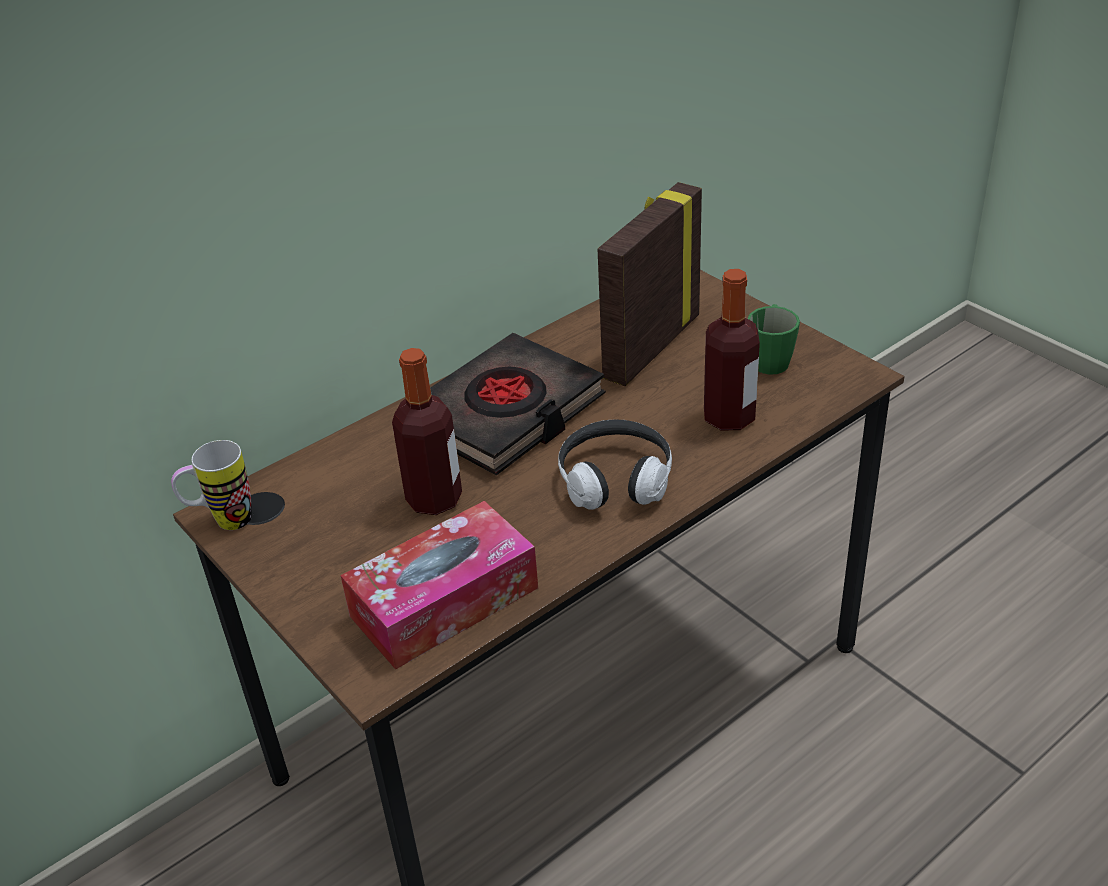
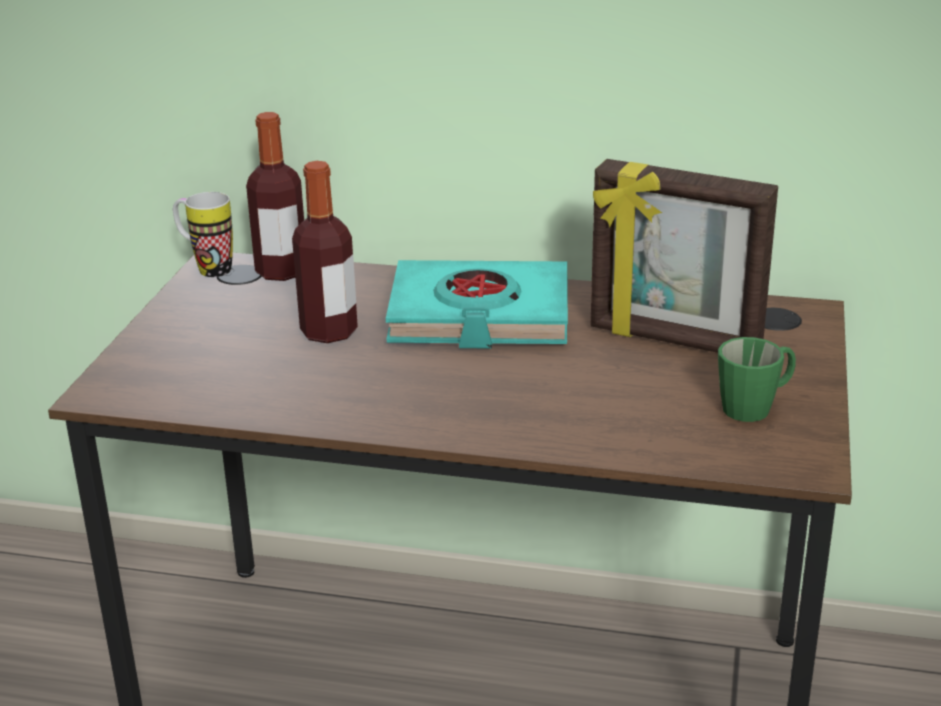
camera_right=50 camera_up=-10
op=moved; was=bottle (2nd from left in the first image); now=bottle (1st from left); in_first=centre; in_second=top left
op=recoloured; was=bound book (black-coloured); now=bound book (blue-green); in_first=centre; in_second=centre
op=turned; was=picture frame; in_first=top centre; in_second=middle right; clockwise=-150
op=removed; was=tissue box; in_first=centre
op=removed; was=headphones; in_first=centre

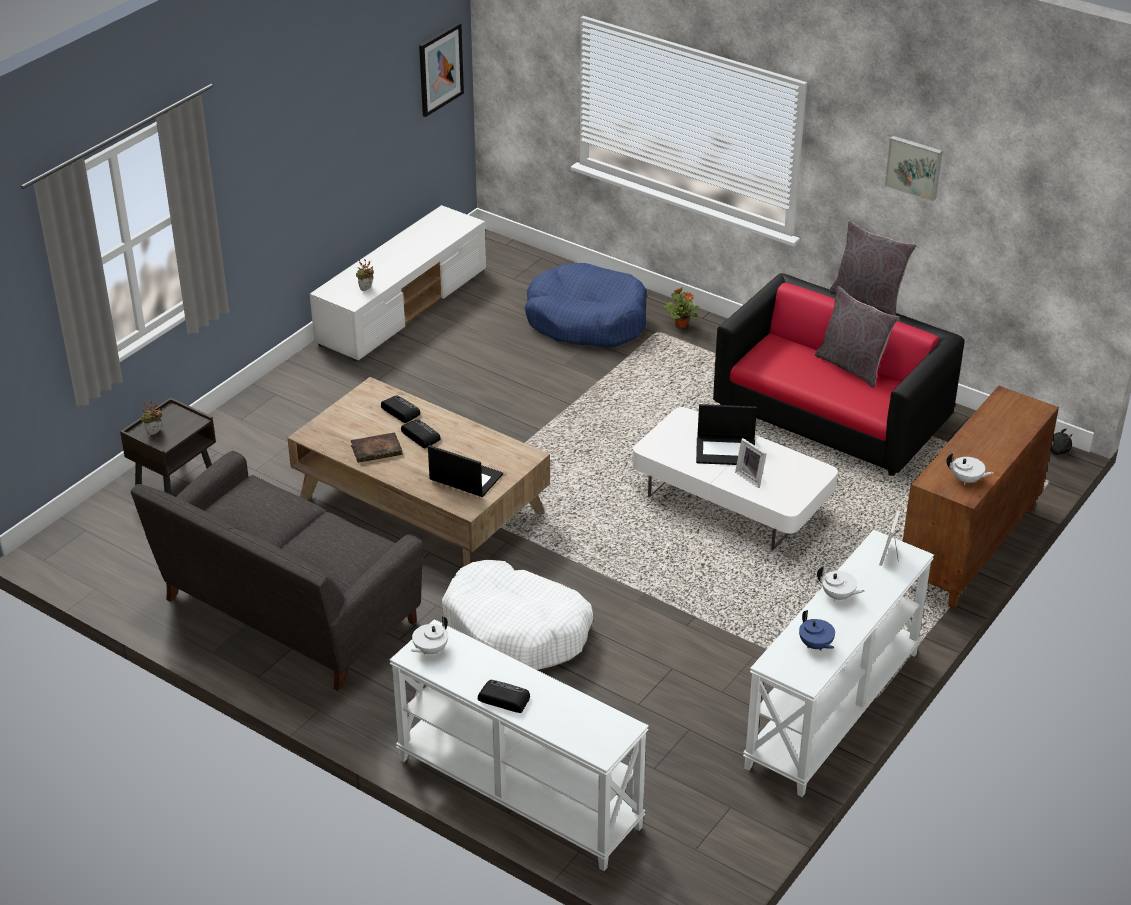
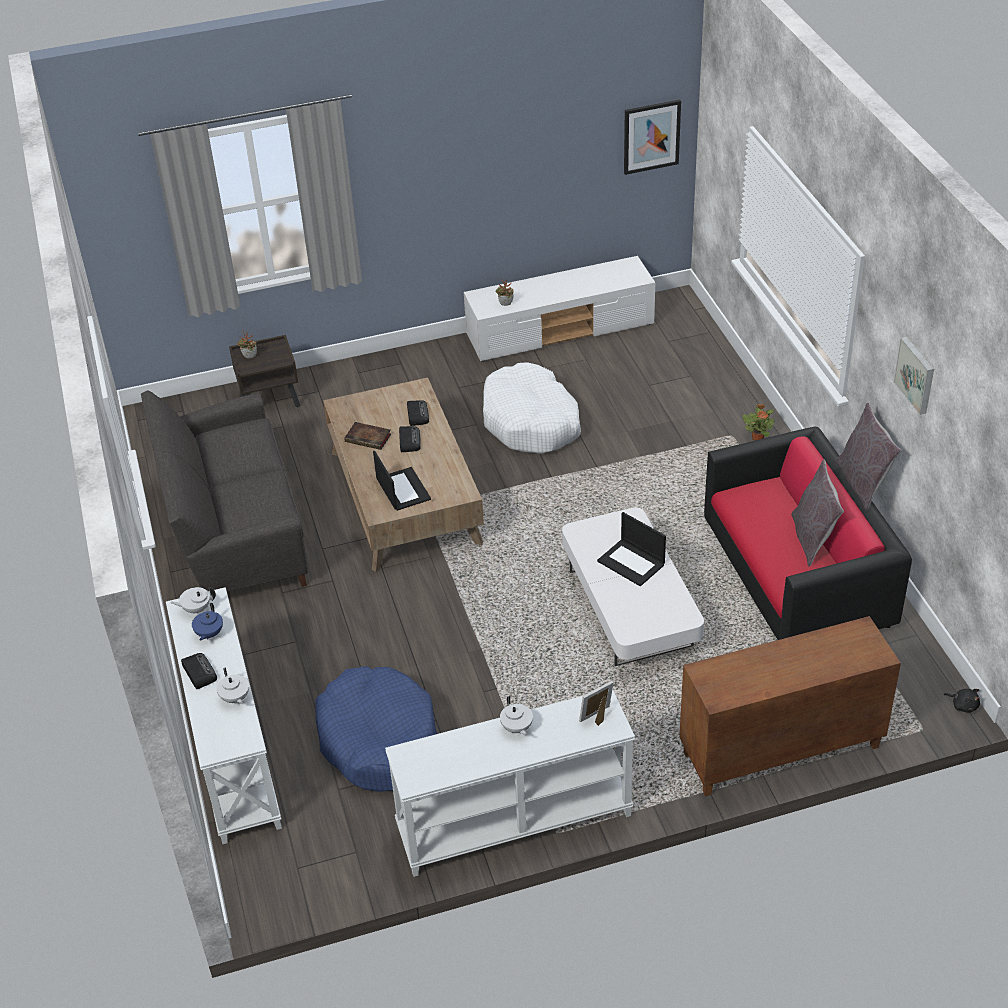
camera_right=40 camera_up=5
op=moved; was=pot for tea (bluish); in_first=bottom right; in_second=middle left
op=moved; was=pot for tea (white) (3rd from left in the first image); now=pot for tea (white) (2nd from left); in_first=middle right; in_second=bottom left
op=moved; was=pet bed (bluish); in_first=centre; in_second=bottom centre
op=moved; was=pet bed (white); in_first=bottom centre; in_second=centre
op=removed; was=picture frame (1st from left); in_first=centre

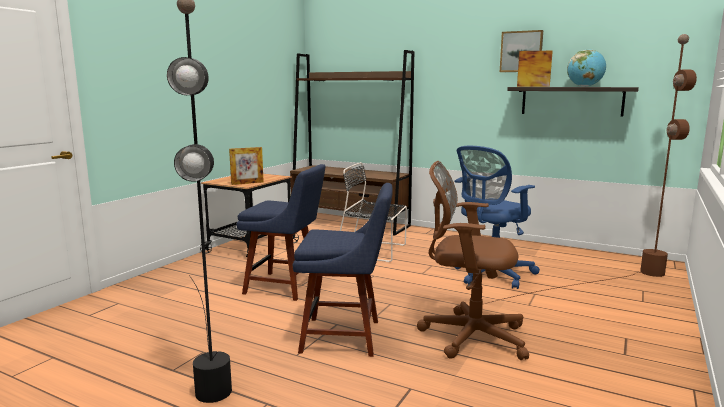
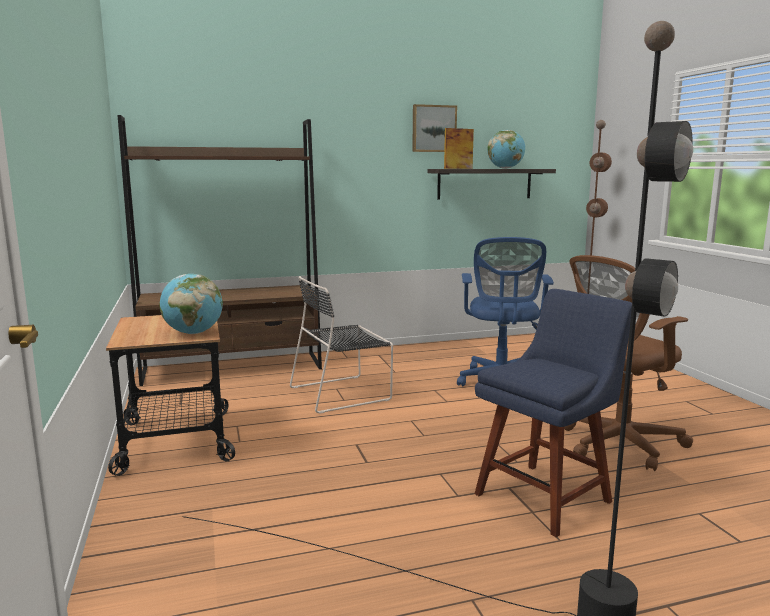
camera_right=-45 camera_up=0
op=replaced; was=picture frame (1st from left); now=world globe (1st from left); in_first=centre; in_second=middle left
op=removed; was=chair (bluish) (1st from left); in_first=centre

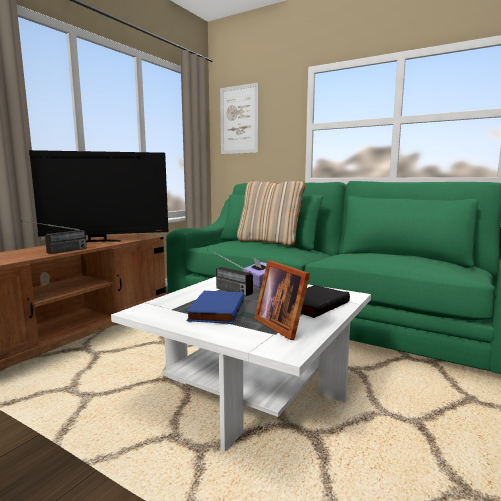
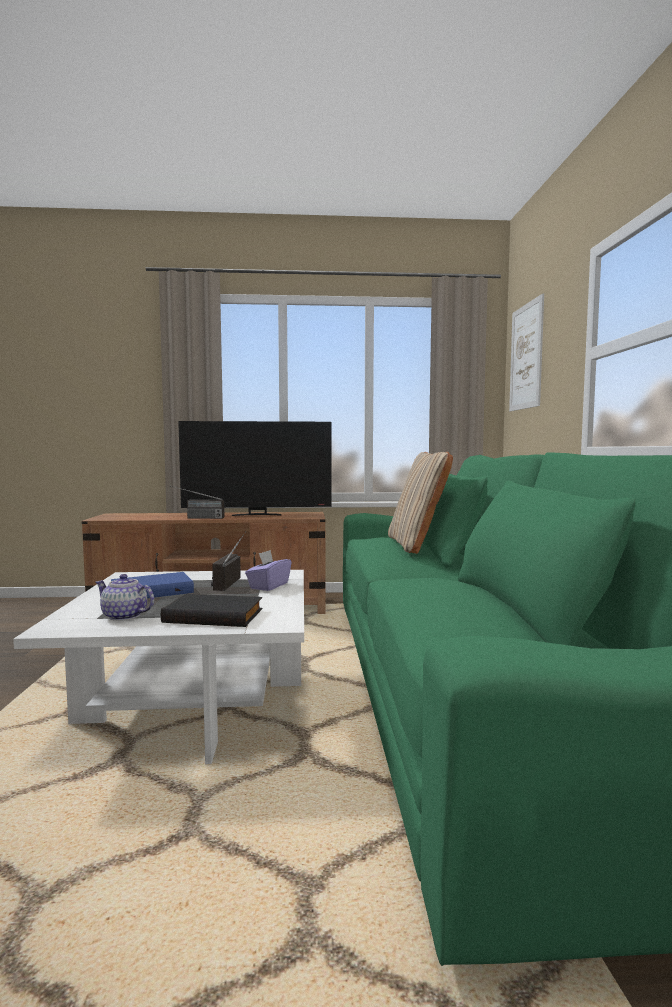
camera_right=55 camera_up=-5
op=replaced; was=picture frame; now=pot for tea; in_first=centre; in_second=middle left
op=turned; was=TV; in_first=middle left; in_second=centre; clockwise=-45

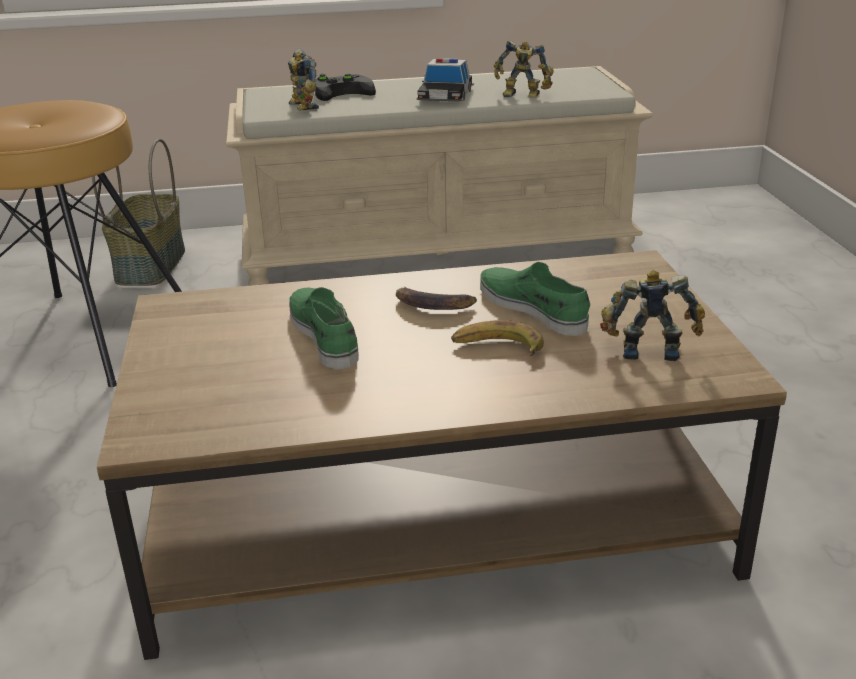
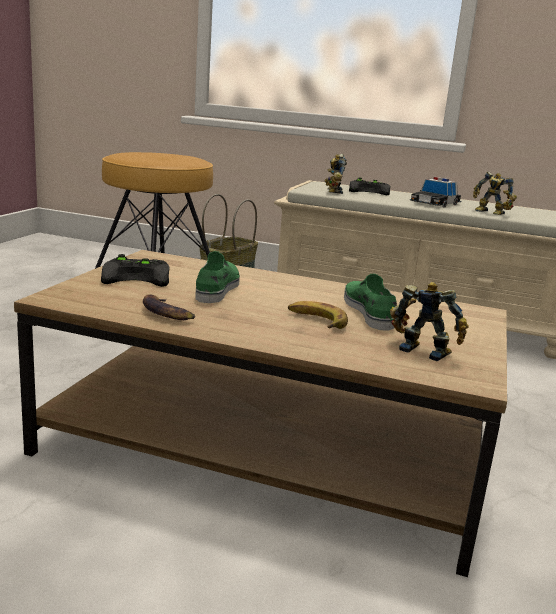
camera_right=25 camera_up=-10
op=added; now=game controller (black-coloured) (1st from left); in_second=middle left
op=moved; was=whole banana (1st from left); in_first=centre; in_second=middle left

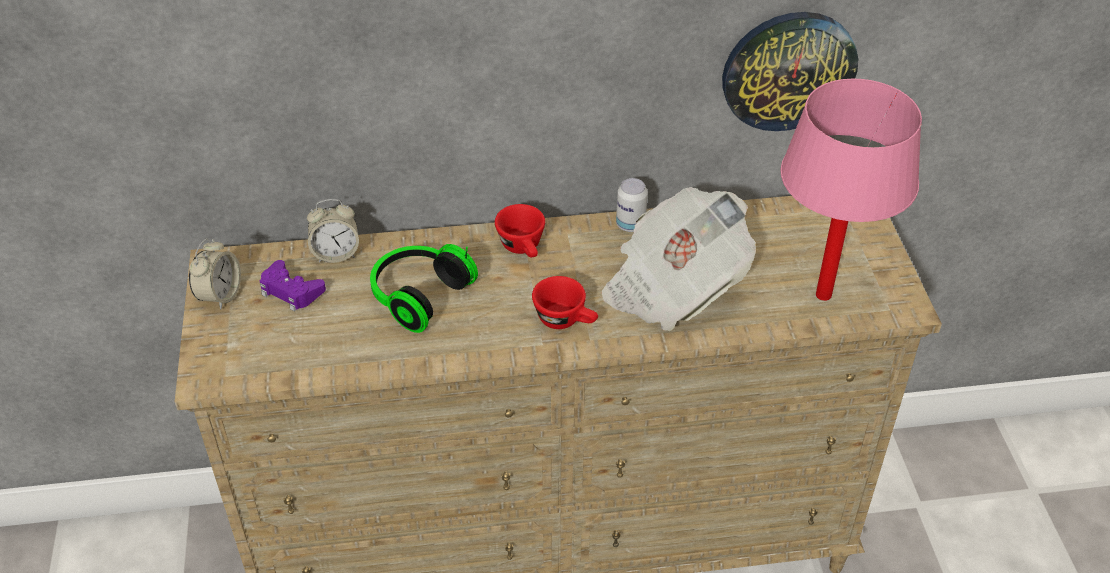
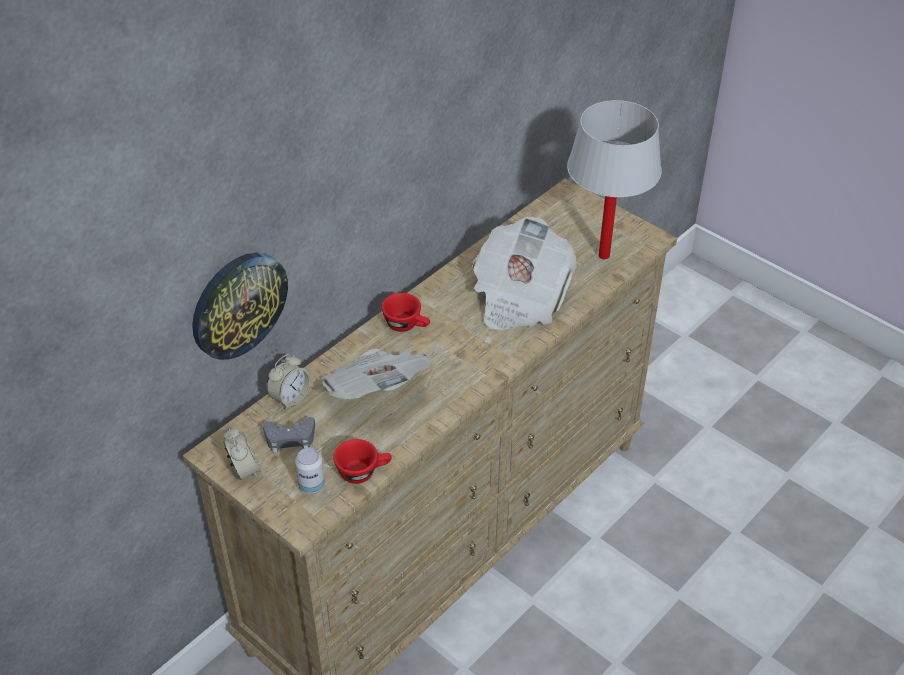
camera_right=-40 camera_up=0
op=moved; was=wall clock; in_first=top right; in_second=middle left
op=recoloured; was=game controller (purplish); now=game controller (gray); in_first=middle left; in_second=middle left
op=moved; was=sealed can; in_first=centre; in_second=bottom centre
op=replaced; was=headphones; now=newspaper (1st from left); in_first=centre; in_second=centre
op=moved; was=cup (red) (2nd from left in the first image); now=cup (red) (1st from left); in_first=centre; in_second=bottom centre
op=recoloured; was=lamp for a table (pink); now=lamp for a table (white); in_first=top right; in_second=top right

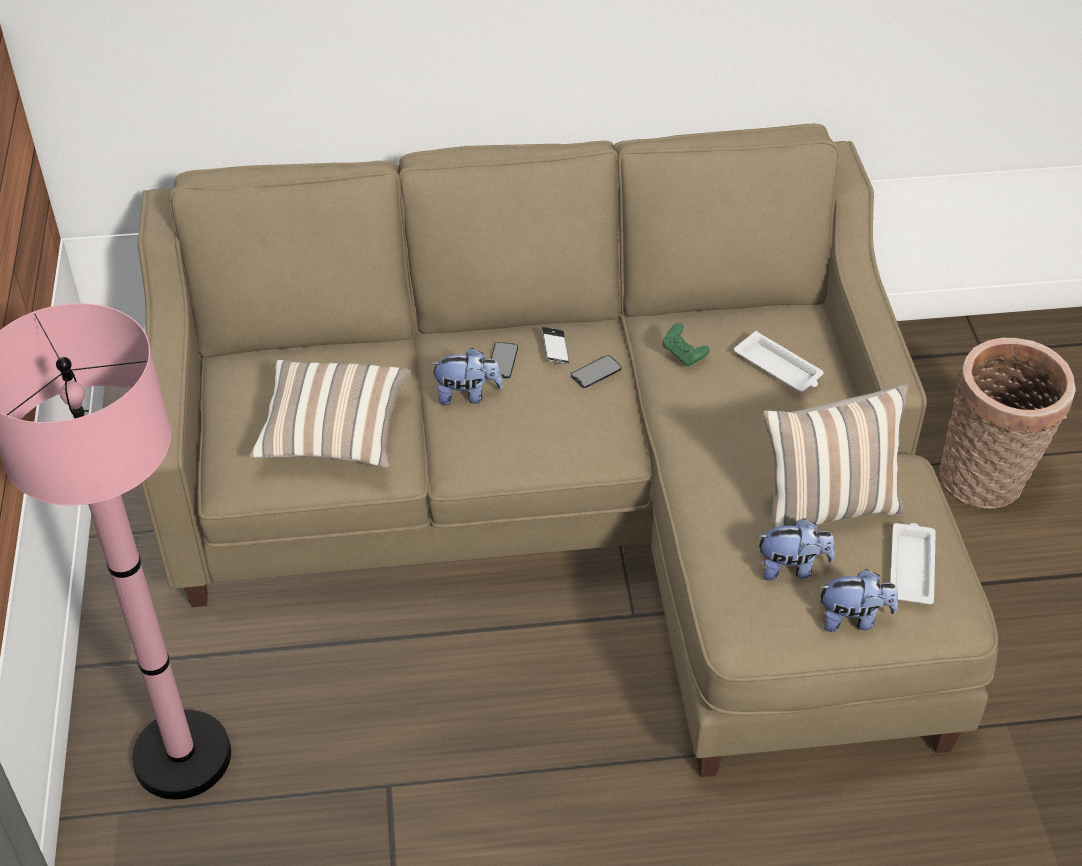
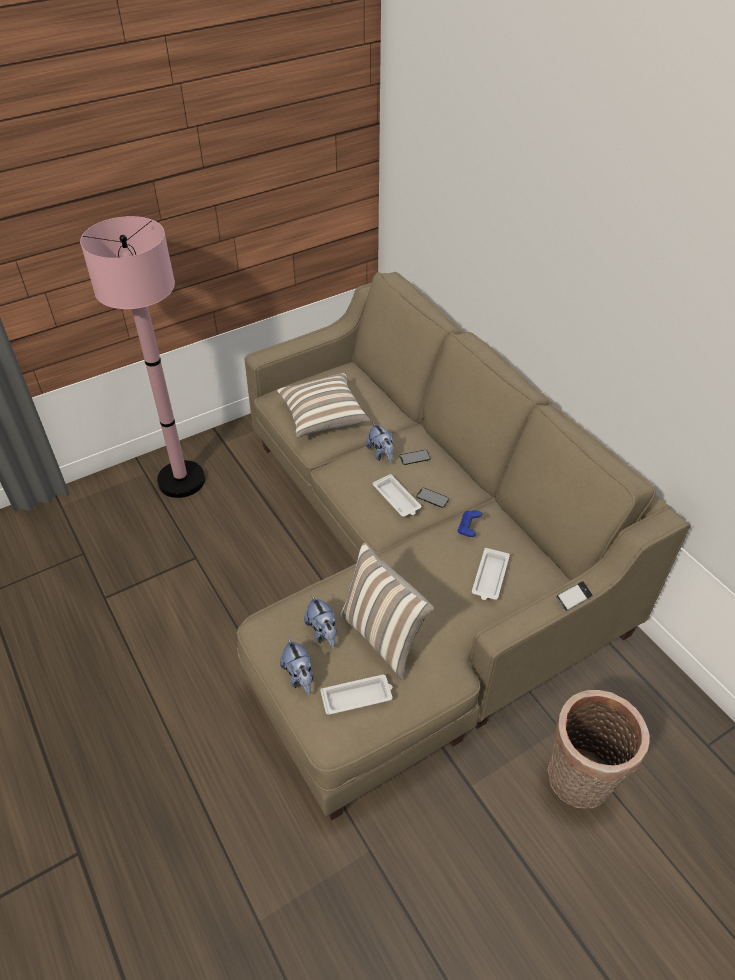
camera_right=65 camera_up=0
op=added; now=serving tray (white) (2nd from left); in_second=centre
op=recoloured; was=game controller (greenish); now=game controller (bluish); in_first=centre; in_second=centre
op=moved; was=handset (2nd from left in the first image); now=handset (3rd from left); in_first=centre; in_second=middle right

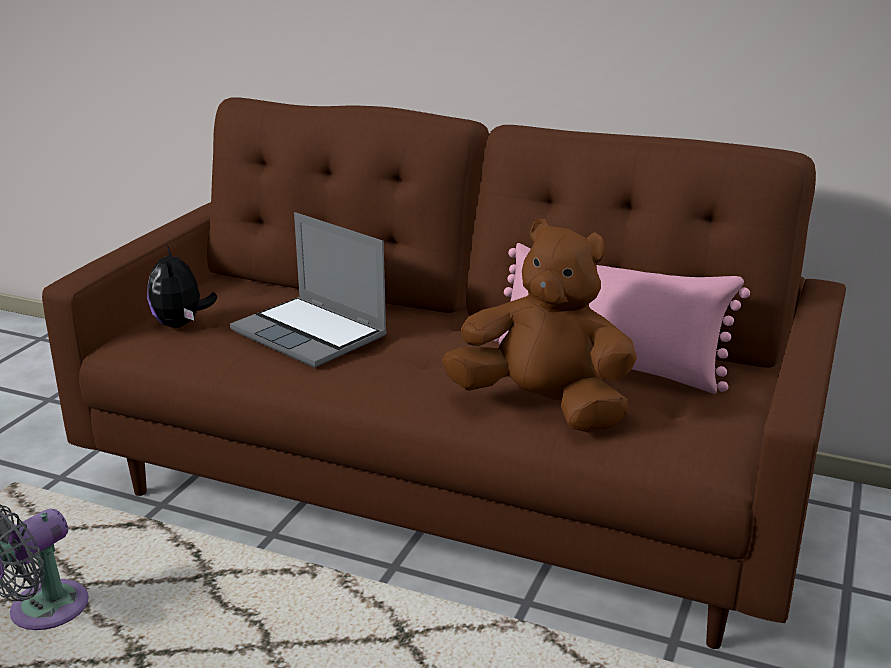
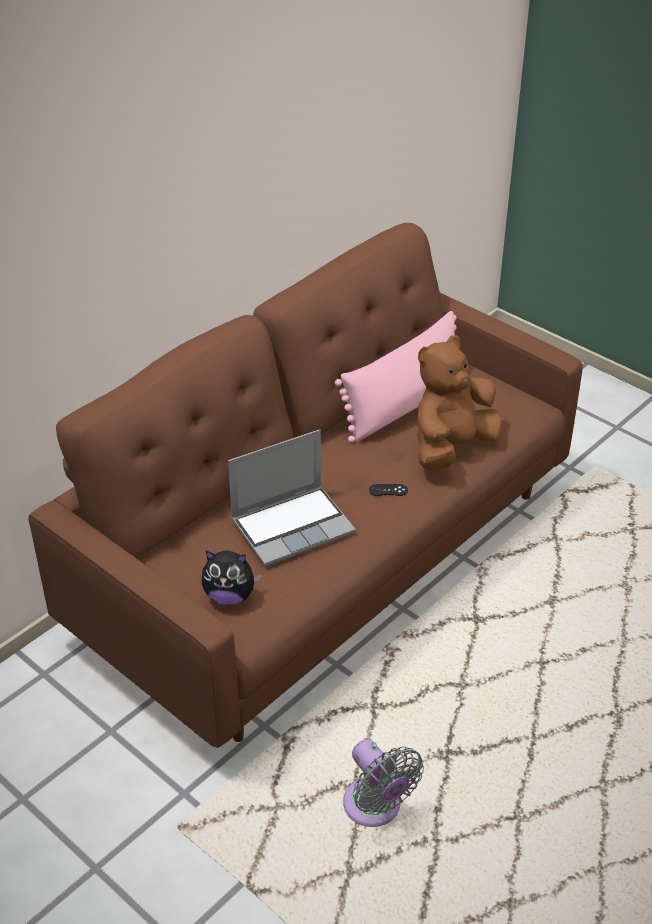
camera_right=-70 camera_up=15
op=added; now=game controller (black-coloured); in_second=centre

